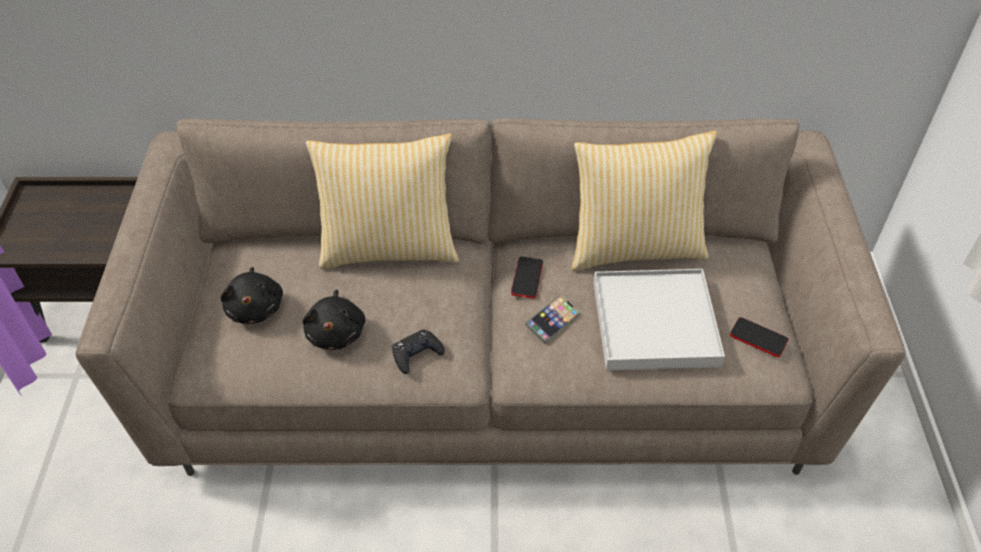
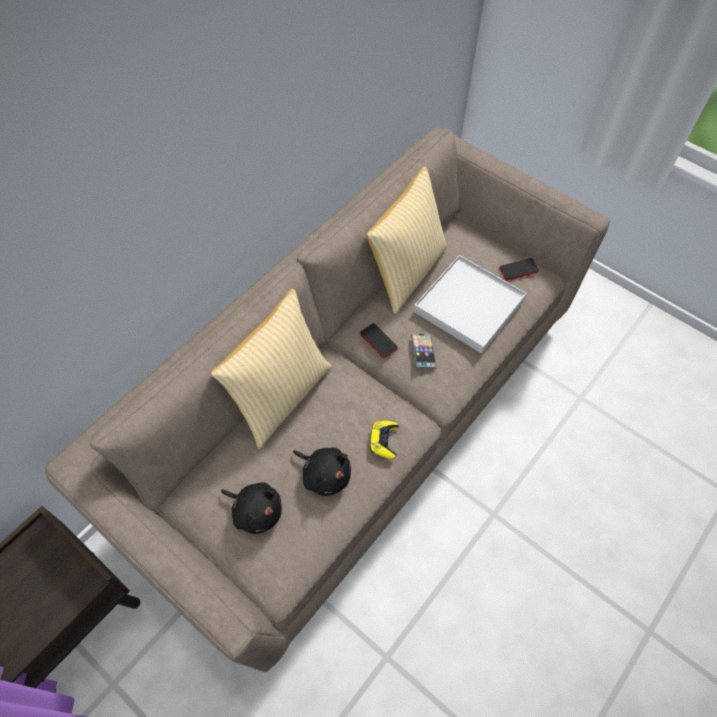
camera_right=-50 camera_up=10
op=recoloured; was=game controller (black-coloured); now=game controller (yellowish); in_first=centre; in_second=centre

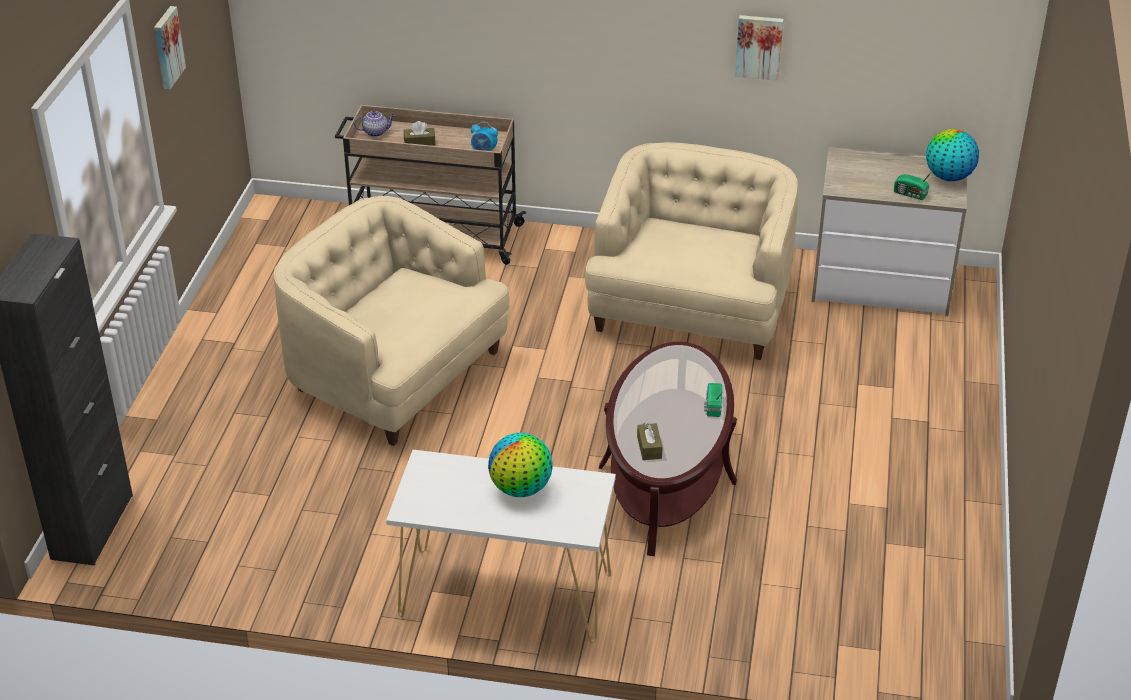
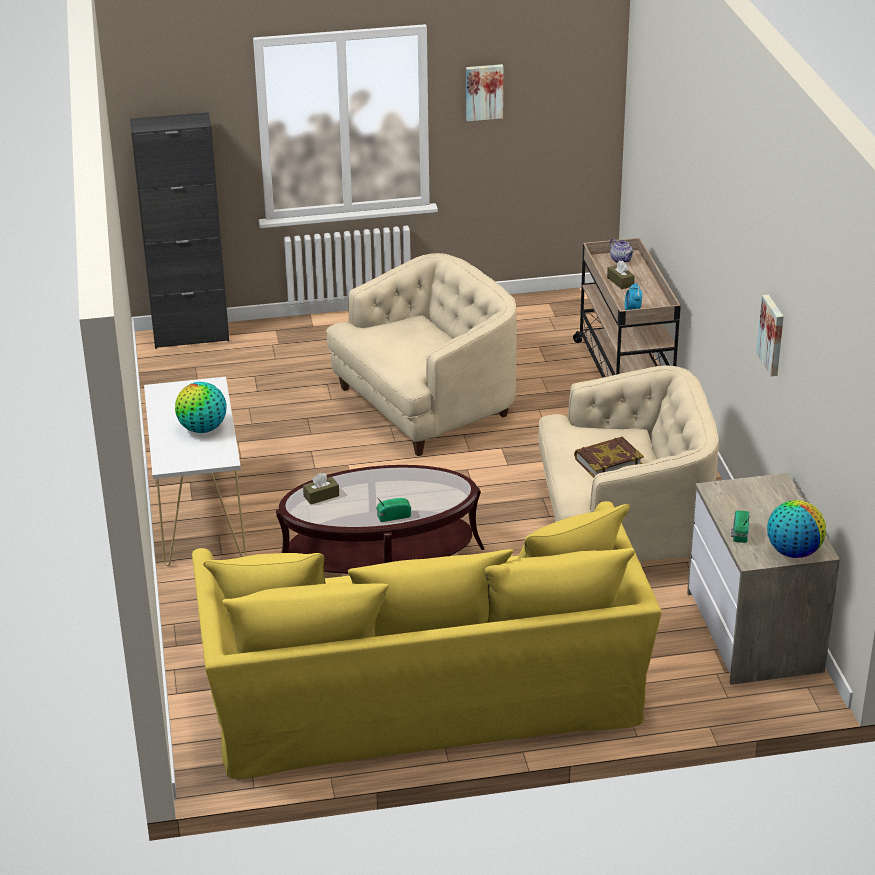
camera_right=70 camera_up=-5
op=added; now=settee (yellowish); in_second=bottom centre
op=turned; was=easy chair (beige-coloured) (1st from left); in_first=centre; in_second=centre; clockwise=45
op=added; now=bound book; in_second=middle right

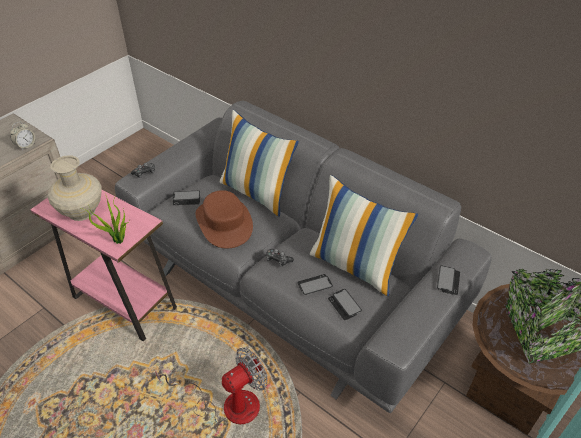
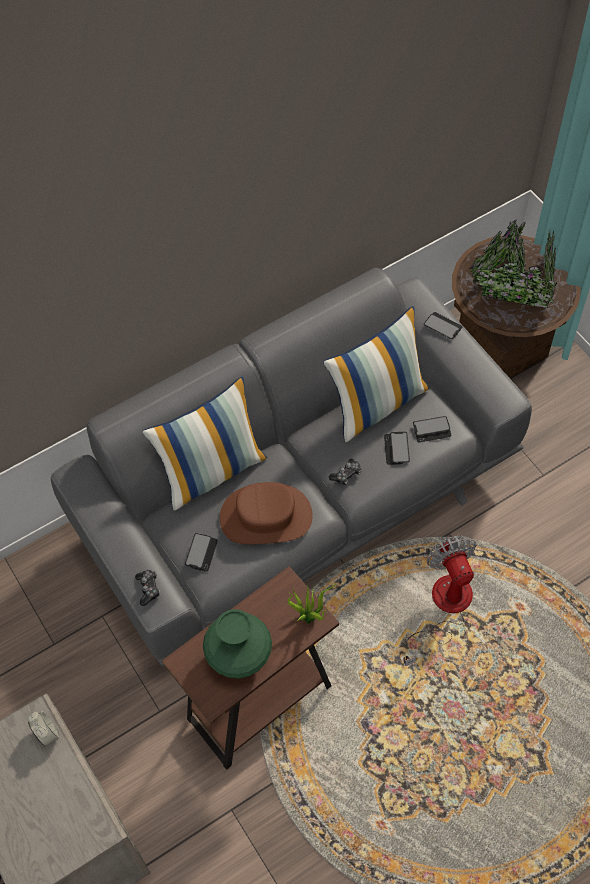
camera_right=-70 camera_up=15
op=recoloured; was=side table (pink); now=side table (brown-coloured); in_first=middle left; in_second=bottom centre
op=recoloured; was=flower vase (beige-coloured); now=flower vase (greenish); in_first=middle left; in_second=bottom centre

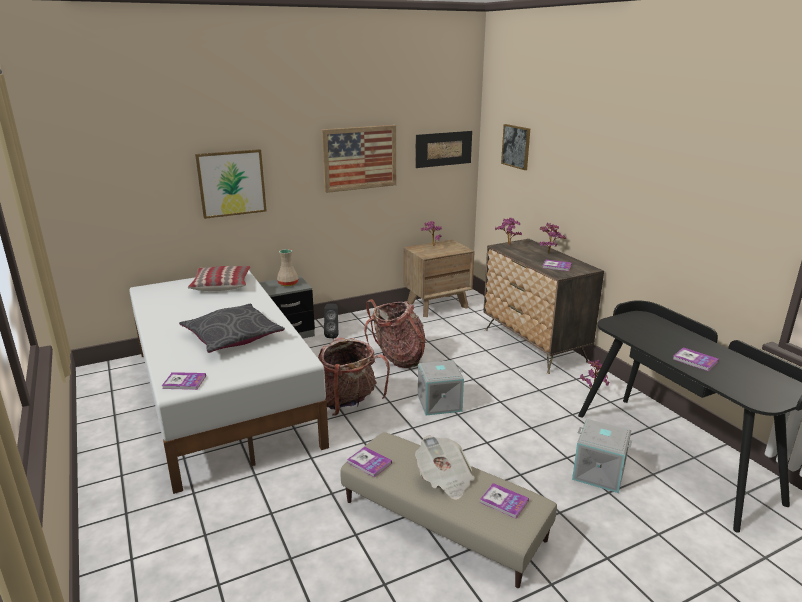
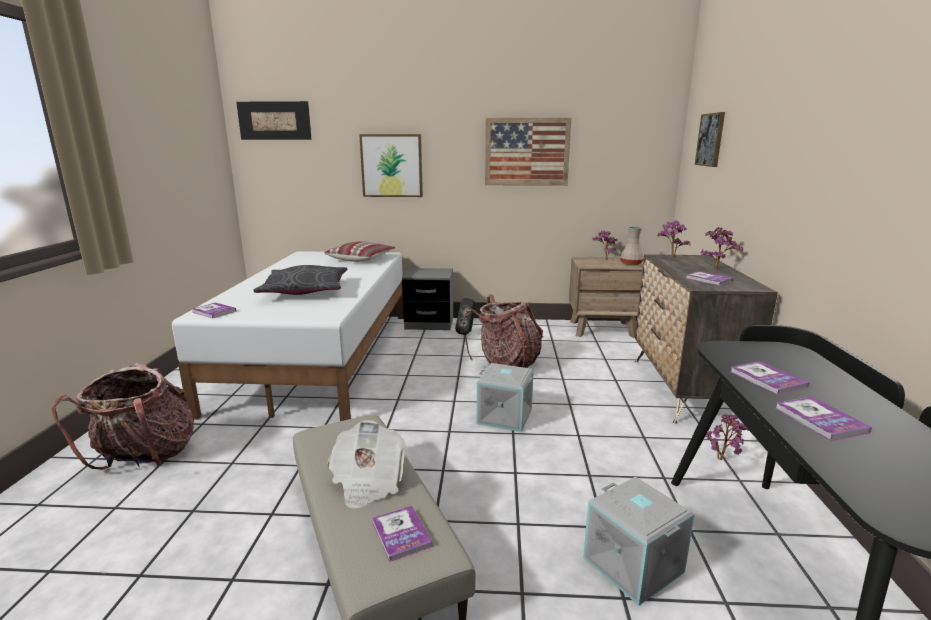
camera_right=30 camera_up=-5
op=moved; was=knapsack (1st from left); in_first=centre; in_second=bottom left
op=moved; was=wall art (3rd from left in the first image); now=wall art (1st from left); in_first=top centre; in_second=top left
op=moved; was=flower vase (beige-coloured); in_first=centre; in_second=middle right
op=moved; was=bound book (2nd from left in the first image); now=bound book (4th from left); in_first=bottom centre; in_second=middle right

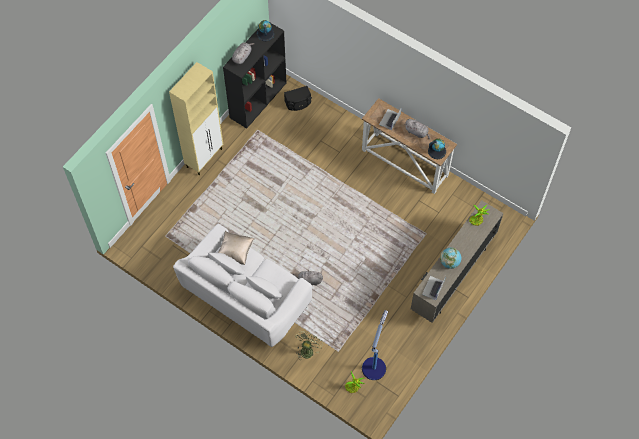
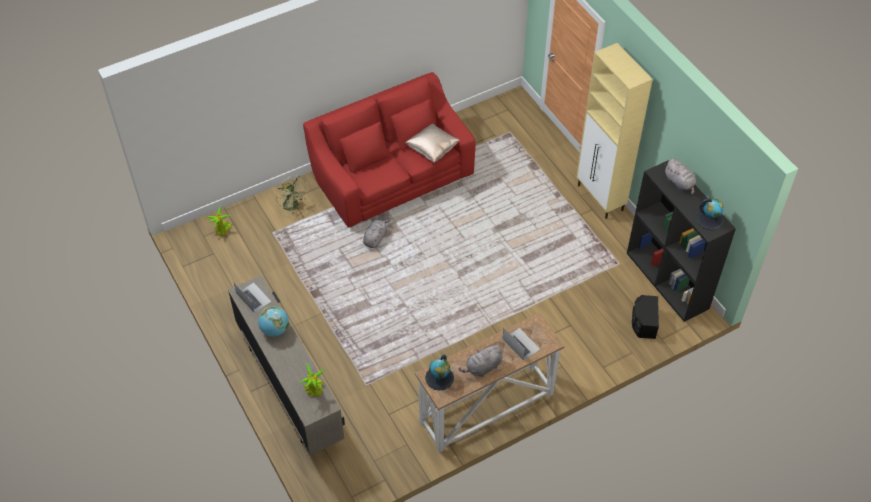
camera_right=115 camera_up=-10
op=recoloured; was=settee (white); now=settee (red); in_first=centre; in_second=top centre
op=removed; was=standard lamp; in_first=bottom centre

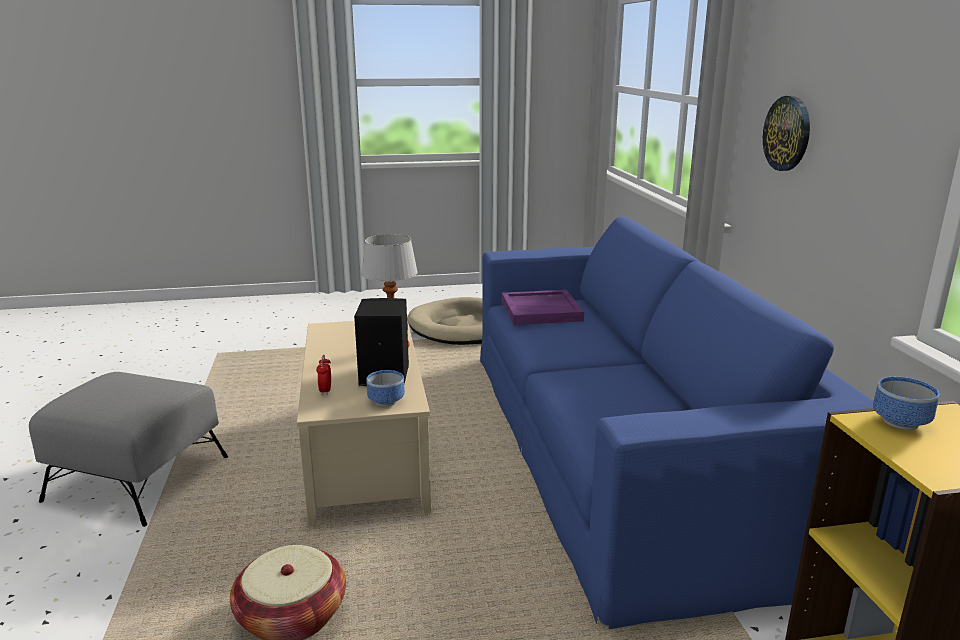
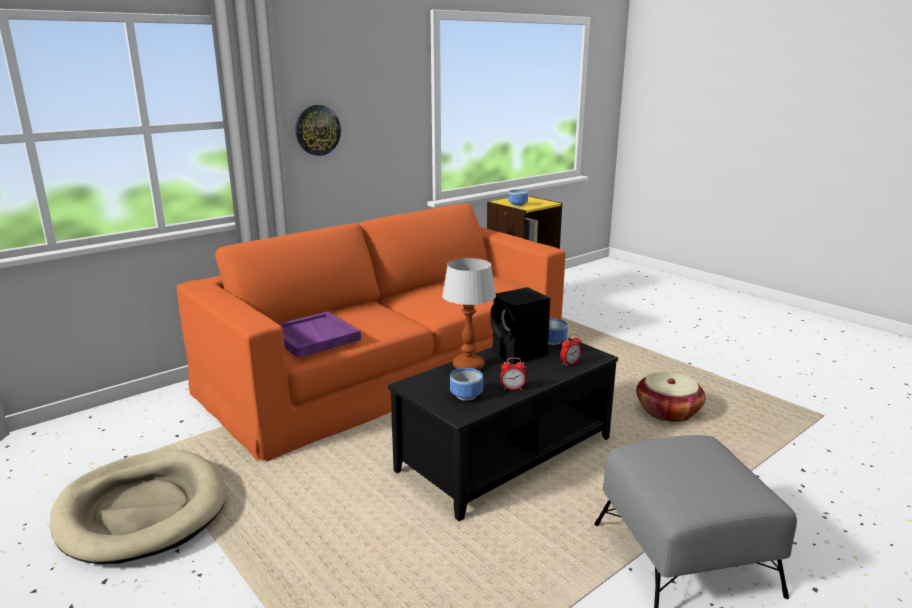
camera_right=-120 camera_up=0
op=recoloured; was=settee (bluish); now=settee (orange); in_first=middle right; in_second=centre
op=recoloured; was=low table (beige-coloured); now=low table (black-coloured); in_first=centre; in_second=bottom centre
op=added; now=deep dish (1st from left); in_second=centre
op=added; now=bedside clock (1st from left); in_second=centre

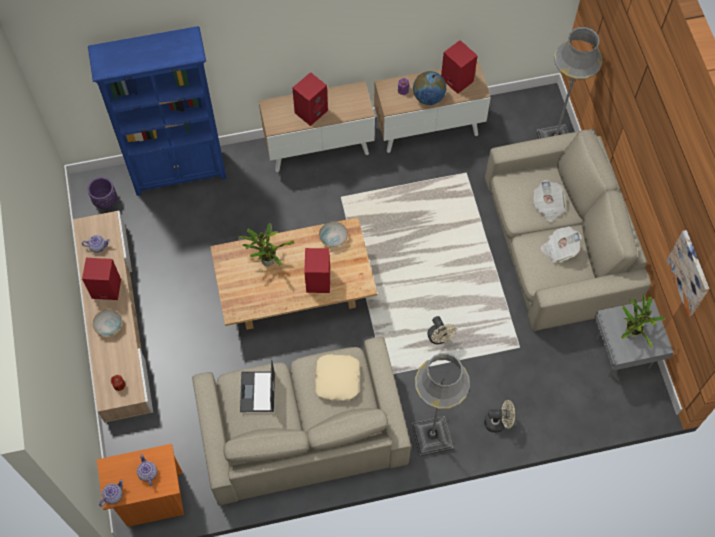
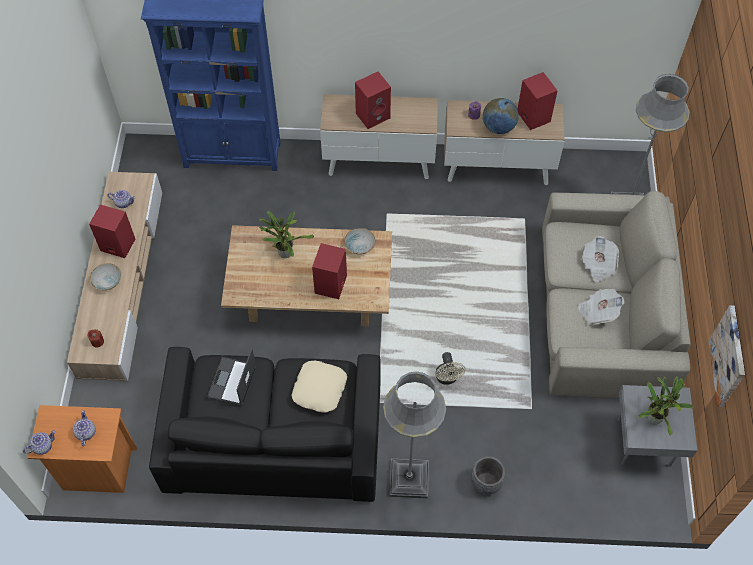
camera_right=15 camera_up=-5
op=recoloured; was=settee (beige-coloured) (1st from left); now=settee (black-coloured); in_first=bottom centre; in_second=bottom centre
op=replaced; was=fan (beige-coloured) (2nd from left); now=plant pot (gray); in_first=bottom right; in_second=bottom centre
op=removed; was=plant pot (purplish); in_first=middle left

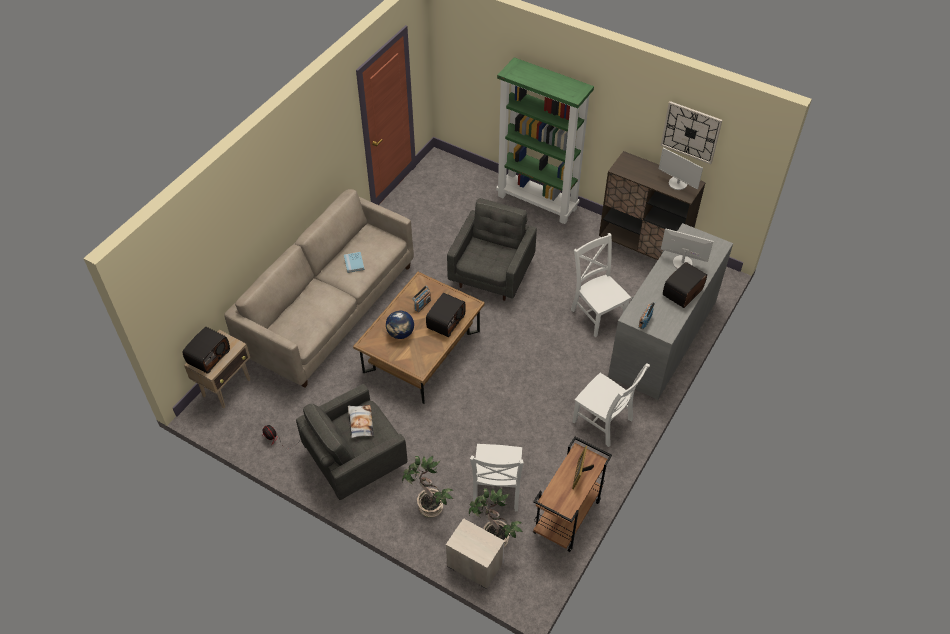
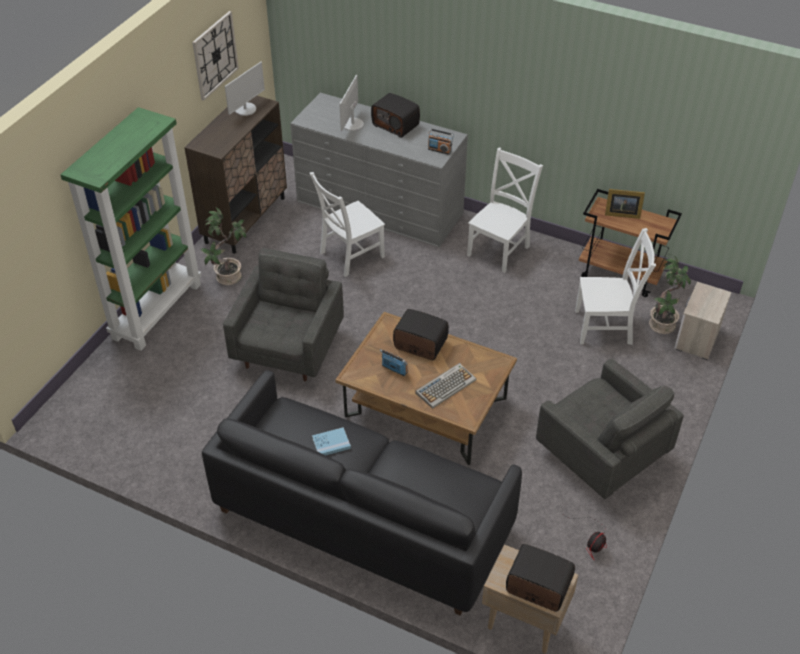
camera_right=-95 camera_up=-5
op=moved; was=houseplant (1st from left); in_first=bottom centre; in_second=middle left
op=recoloured; was=settee (beige-coloured); now=settee (black-coloured); in_first=centre; in_second=bottom centre
op=turned; was=easy chair (gray) (2nd from left in the first image); in_first=centre; in_second=centre; clockwise=90
op=replaced; was=world globe; now=computer keyboard; in_first=centre; in_second=centre
op=removed; was=pillow; in_first=centre

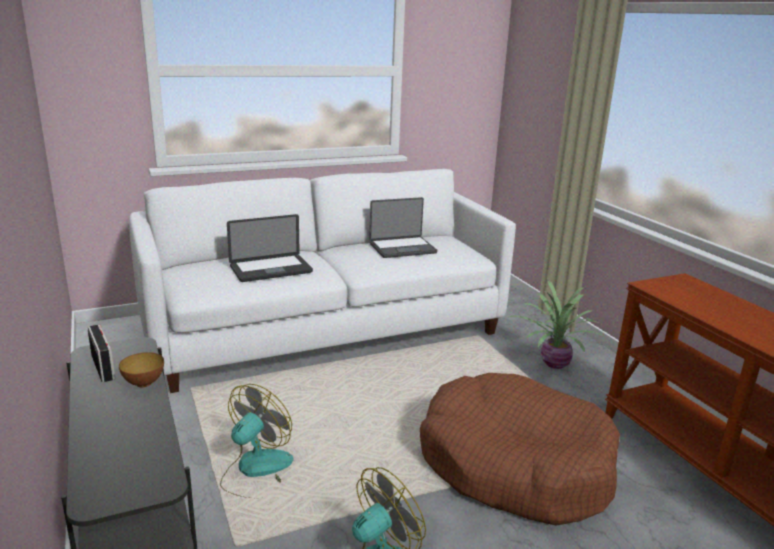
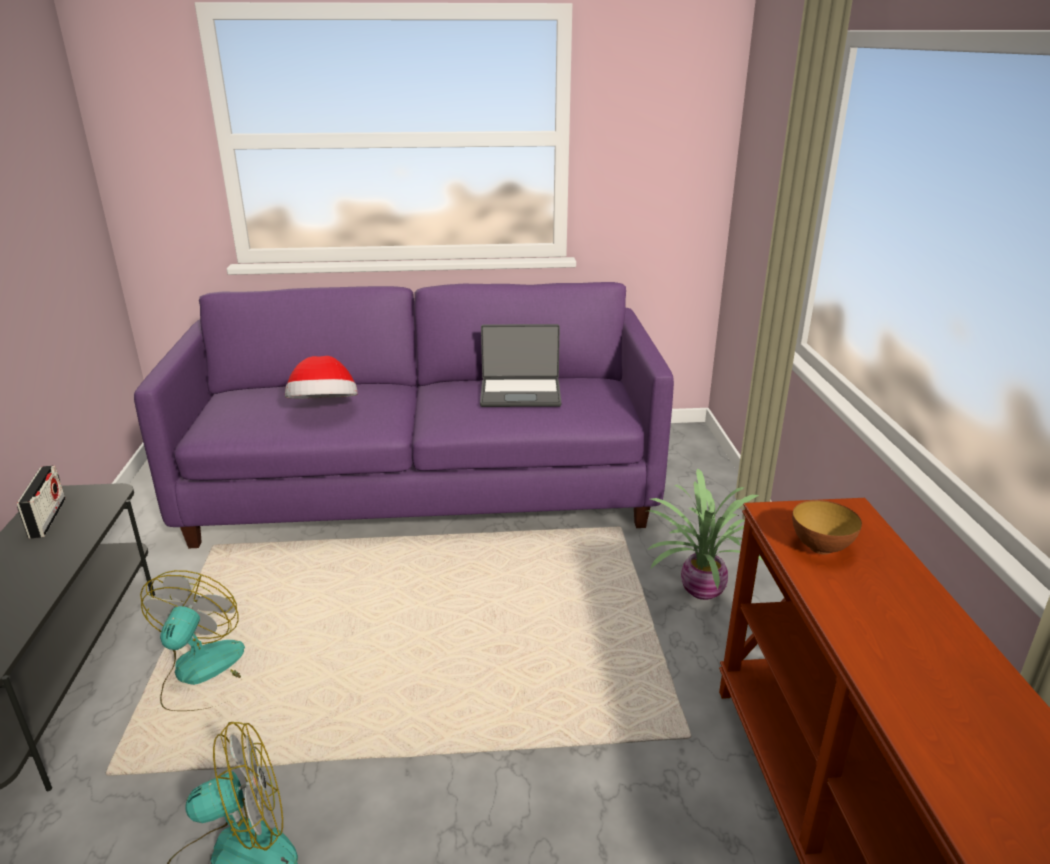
camera_right=20 camera_up=5
op=recoloured; was=settee (white); now=settee (purplish); in_first=centre; in_second=centre
op=turned; was=fan (1st from left); in_first=bottom left; in_second=bottom left; clockwise=-45
op=replaced; was=laptop (1st from left); now=wearable hat; in_first=centre; in_second=middle left
op=moved; was=deep dish; in_first=bottom left; in_second=middle right
op=removed; was=pet bed (brown-coloured); in_first=bottom right

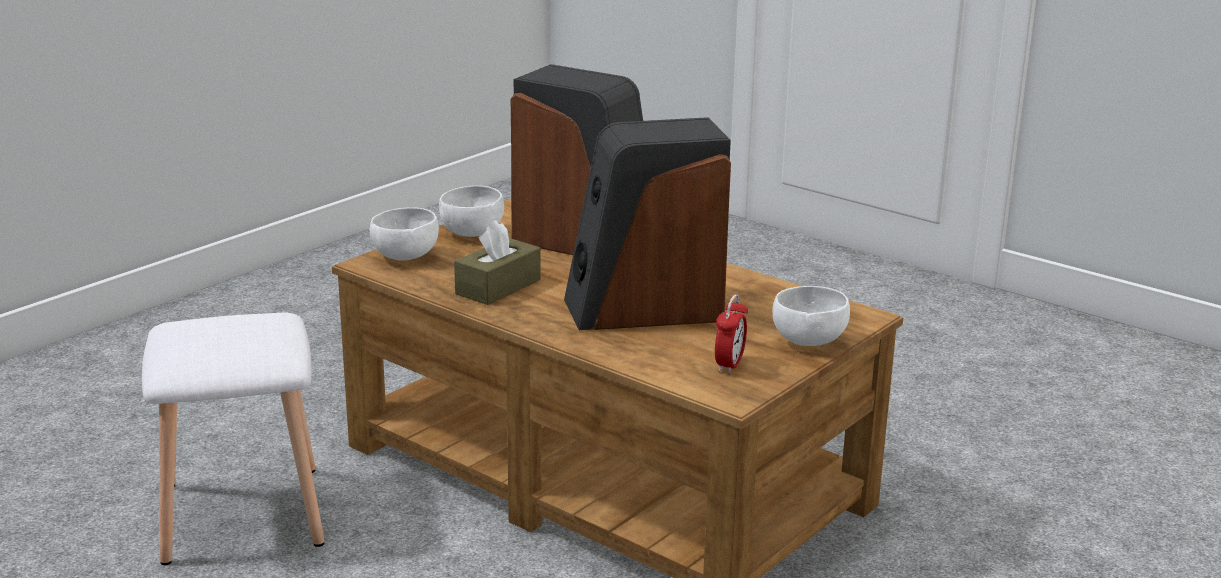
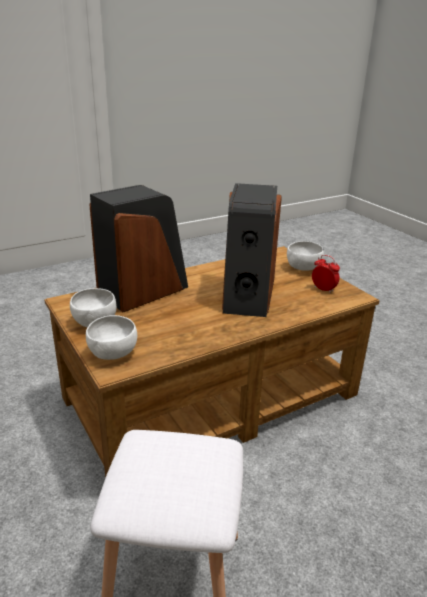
camera_right=-70 camera_up=5
op=removed; was=tissue box (brown-coloured); in_first=centre

